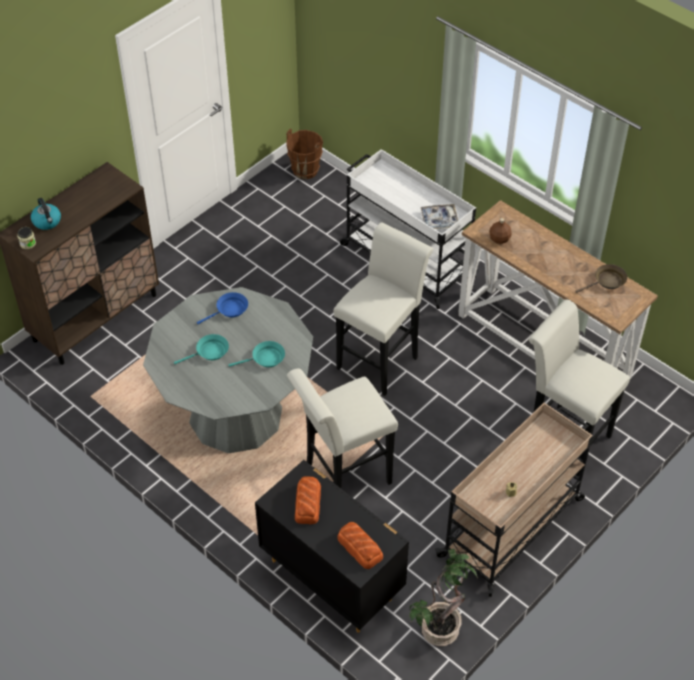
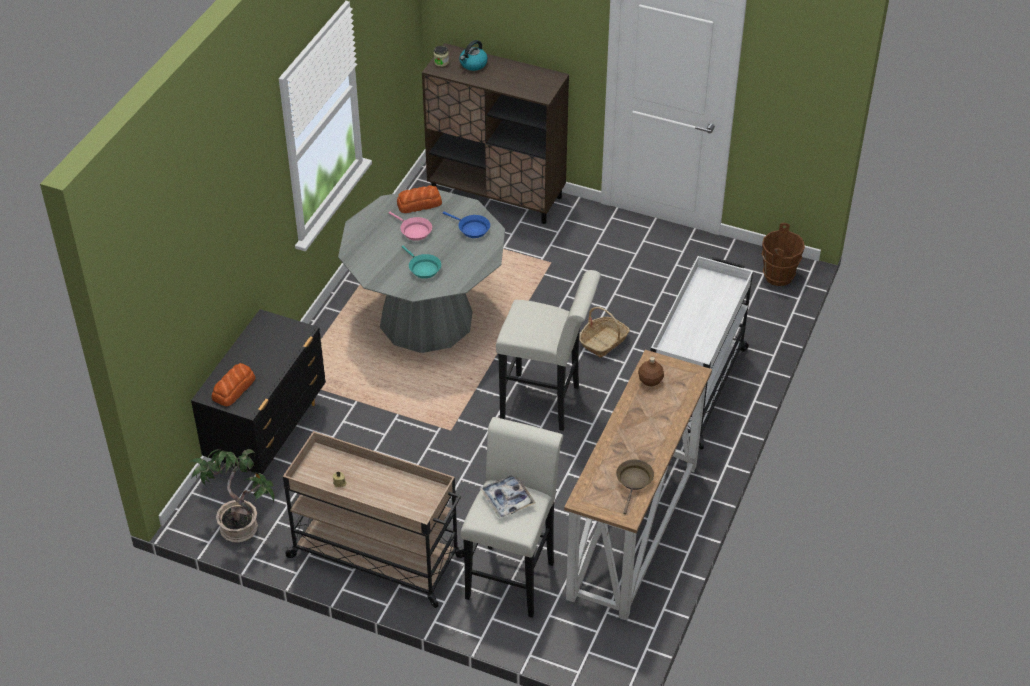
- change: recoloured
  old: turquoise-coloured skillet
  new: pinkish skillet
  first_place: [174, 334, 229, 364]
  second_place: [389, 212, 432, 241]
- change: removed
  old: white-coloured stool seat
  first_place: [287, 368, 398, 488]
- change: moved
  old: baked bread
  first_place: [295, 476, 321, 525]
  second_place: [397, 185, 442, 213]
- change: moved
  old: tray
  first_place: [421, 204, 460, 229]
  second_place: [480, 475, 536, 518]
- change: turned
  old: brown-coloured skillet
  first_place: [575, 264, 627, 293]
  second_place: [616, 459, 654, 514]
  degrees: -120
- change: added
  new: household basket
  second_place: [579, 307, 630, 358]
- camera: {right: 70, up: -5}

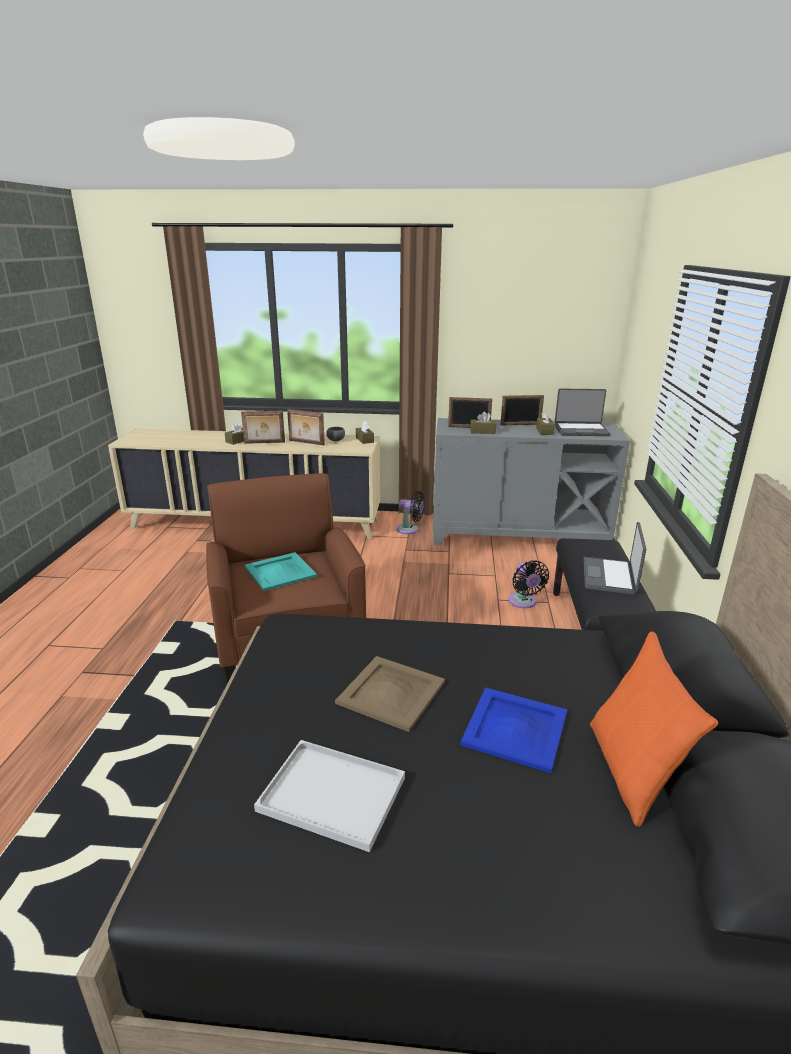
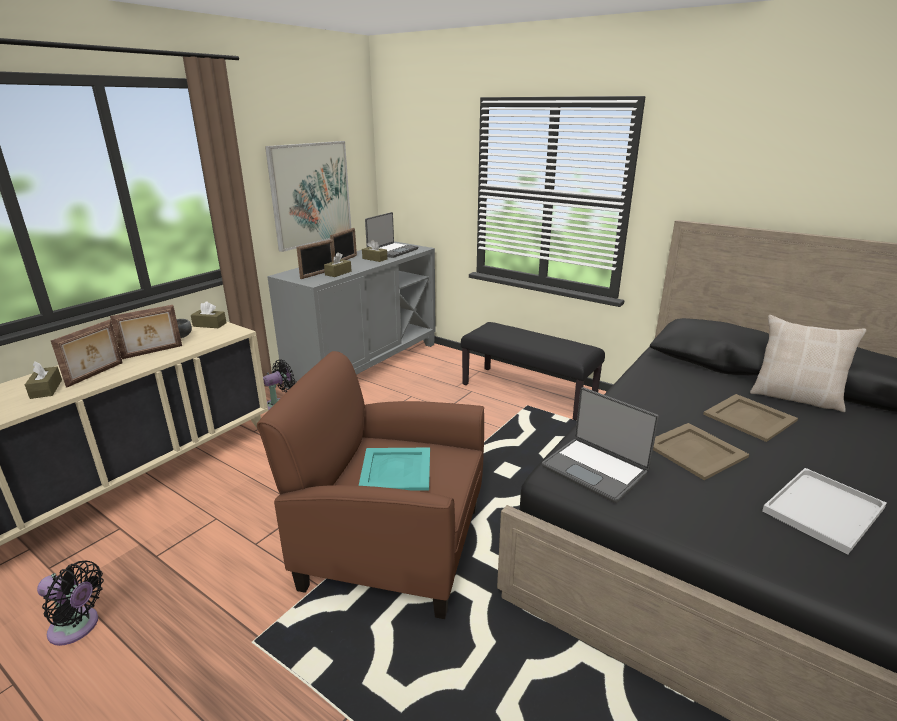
- change: recoloured
  old: blue tray
  new: sand-coloured tray
  first_place: [460, 687, 567, 773]
  second_place: [703, 394, 798, 442]
- change: moved
  old: black cooling fan
  first_place: [508, 560, 549, 608]
  second_place: [37, 561, 104, 646]
- change: moved
  old: notebook computer
  first_place: [584, 522, 646, 595]
  second_place: [542, 387, 659, 503]
- change: recoloured
  old: orange-coloured cushion
  new: sand-coloured cushion
  first_place: [590, 631, 718, 827]
  second_place: [750, 315, 867, 412]
- change: added
  new: wall art
  second_place: [265, 141, 351, 252]
- camera: {right: -60, up: 0}

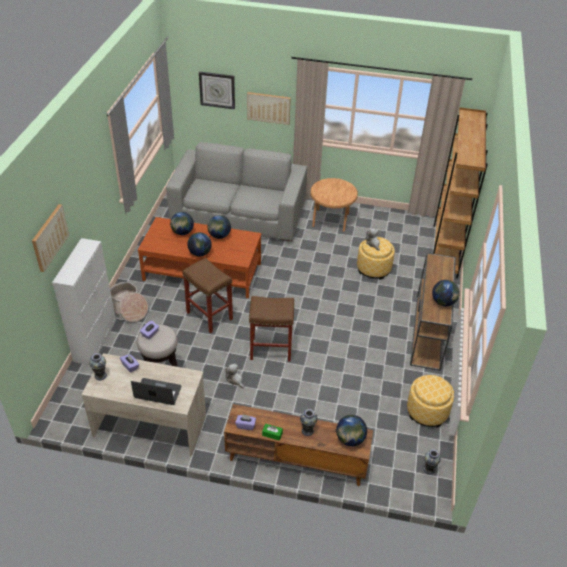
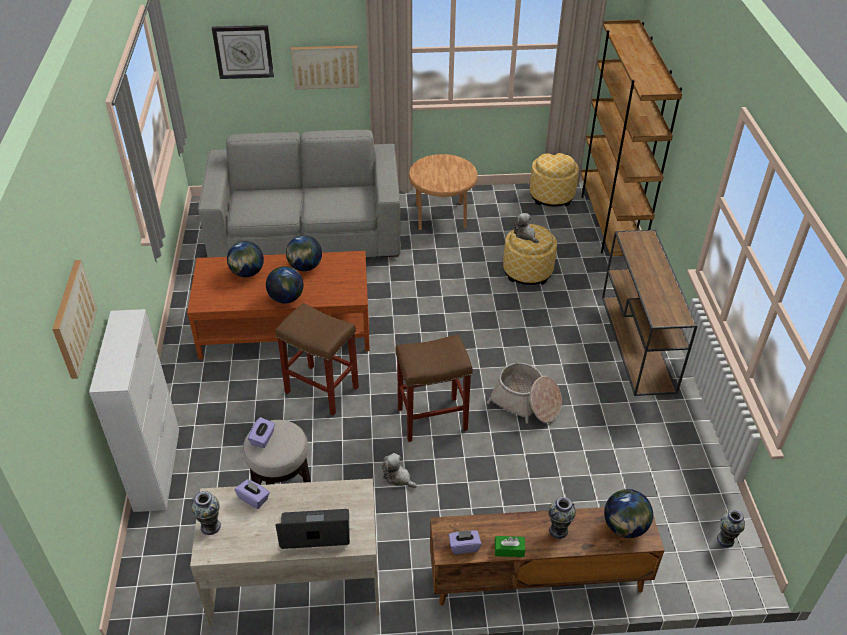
- change: moved
  old: household basket
  first_place: [110, 282, 148, 322]
  second_place: [487, 362, 562, 424]
- change: moved
  old: ottoman
  first_place: [407, 375, 454, 428]
  second_place: [530, 153, 579, 207]
- change: removed
  old: globe
  first_place: [432, 280, 460, 306]
- camera: {right: -15, up: 0}

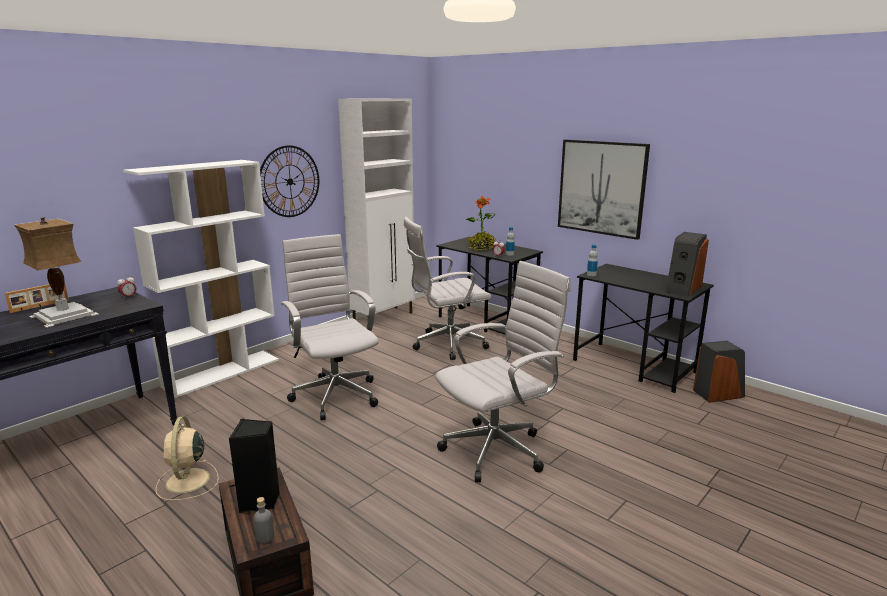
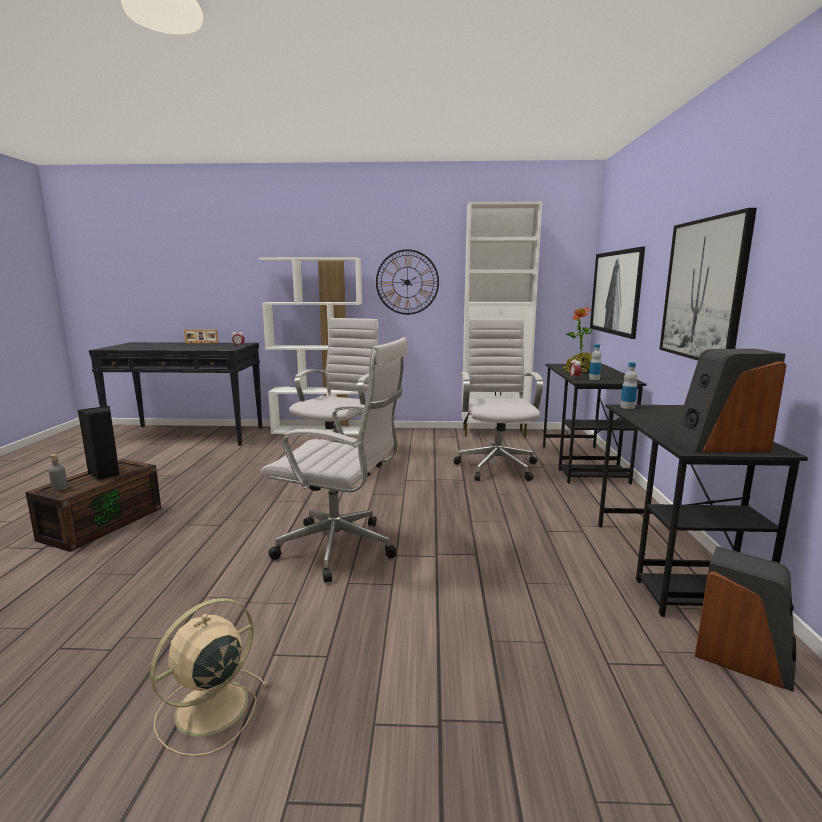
- change: removed
  old: tabletop lamp
  first_place: [14, 217, 99, 328]
- change: moved
  old: sand-coloured cooling fan
  first_place: [156, 416, 219, 500]
  second_place: [150, 598, 269, 757]
- change: turned
  old: white-coloured office chair
  first_place: [403, 217, 491, 360]
  second_place: [453, 318, 543, 481]
  degrees: 60
- change: added
  new: wall art
  second_place: [590, 246, 645, 339]
- camera: {right: 50, up: -5}

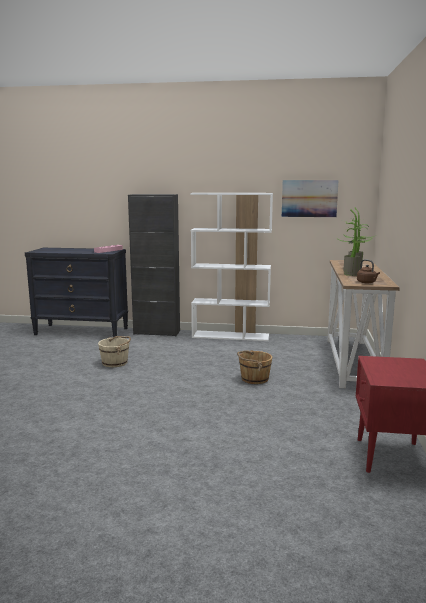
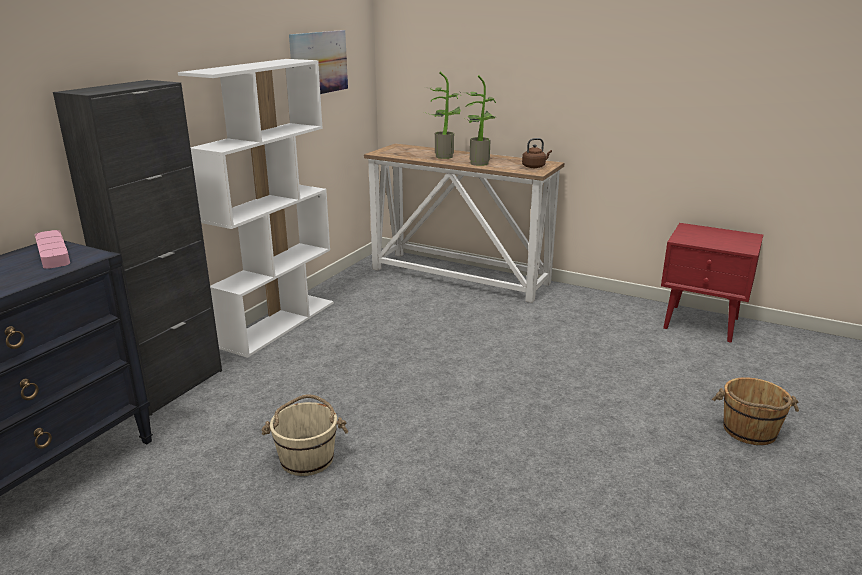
- change: moved
  old: brown-coloured bucket
  first_place: [237, 350, 272, 384]
  second_place: [712, 377, 799, 445]
- camera: {right: -70, up: 10}

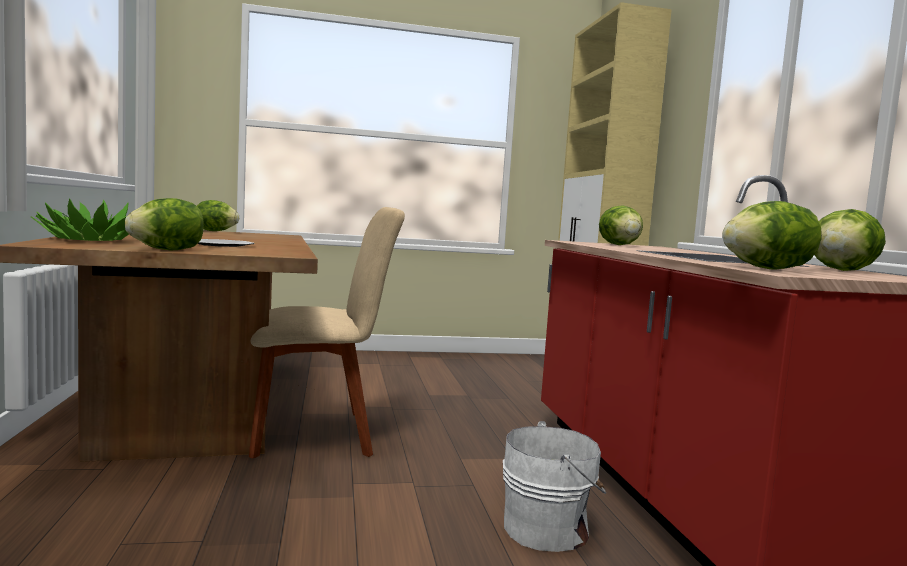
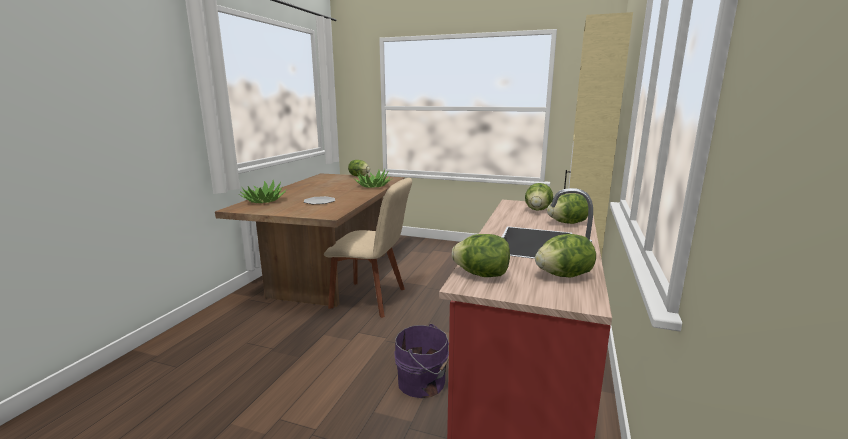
- change: moved
  old: lettuce
  first_place: [125, 198, 204, 250]
  second_place: [547, 194, 588, 224]
- change: recoloured
  old: white-coloured bucket
  new: purple-coloured bucket
  first_place: [503, 421, 606, 552]
  second_place: [394, 324, 449, 398]
- change: added
  new: plant in a pot
  second_place: [353, 169, 391, 188]
- camera: {right: 30, up: 10}

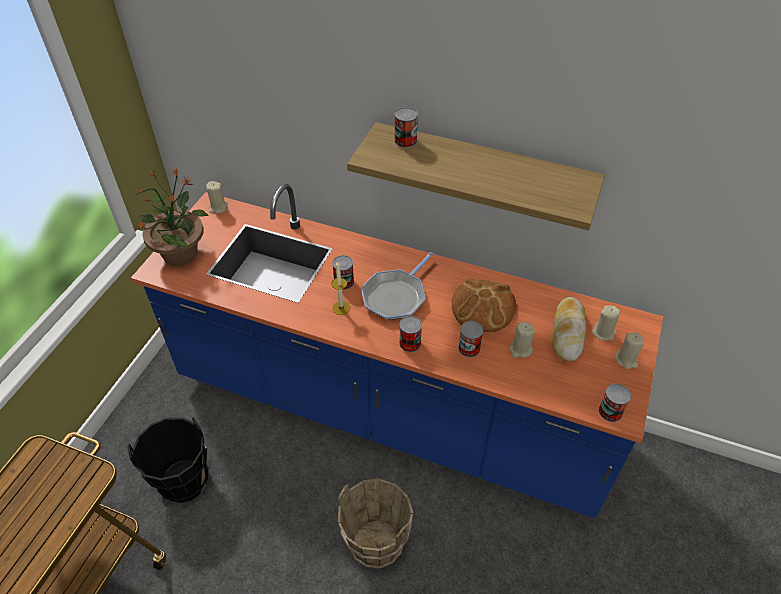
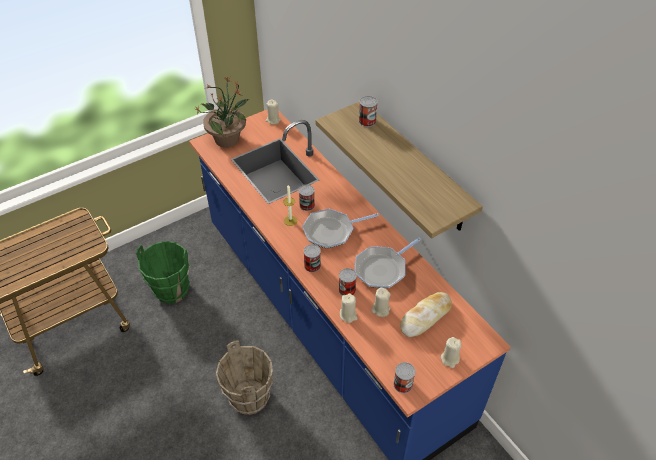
- change: recoloured
  old: black bucket
  new: green-coloured bucket
  first_place: [128, 417, 208, 503]
  second_place: [136, 241, 190, 304]
- change: replaced
  old: baked bread
  new: skillet
  first_place: [451, 278, 516, 332]
  second_place: [355, 237, 421, 288]
- change: moved
  old: sand-coloured candle
  first_place: [592, 305, 620, 341]
  second_place: [340, 293, 358, 323]
- camera: {right: 35, up: 0}

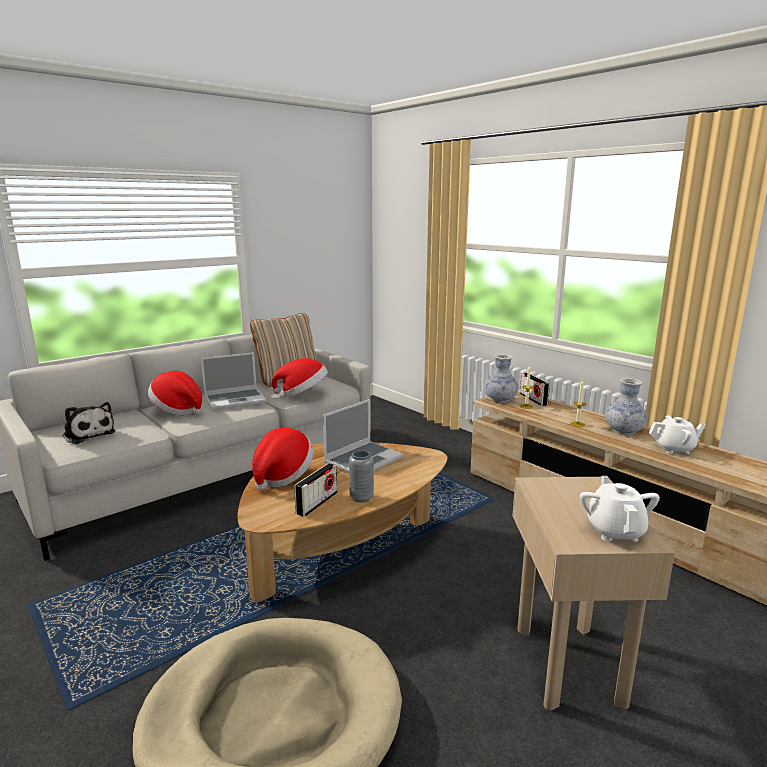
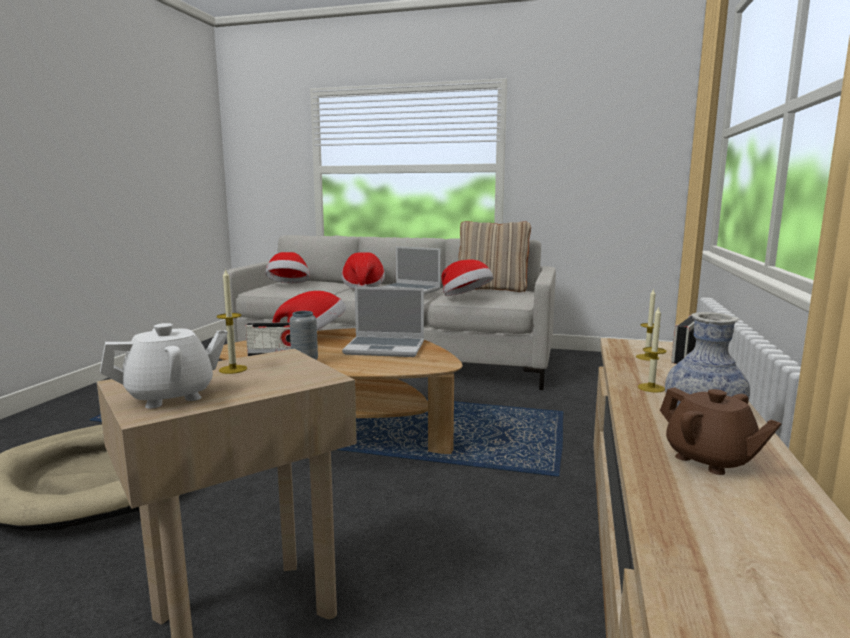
- change: replaced
  old: cuddly toy
  new: clothing hat
  first_place: [62, 402, 115, 444]
  second_place: [266, 252, 310, 283]
- change: removed
  old: decorative vase
  first_place: [484, 354, 518, 402]
- change: recoloured
  old: white-coloured teapot
  new: brown-coloured teapot
  first_place: [649, 415, 706, 454]
  second_place: [660, 387, 782, 475]
- change: added
  new: candle
  second_place: [217, 268, 247, 374]
- camera: {right: 55, up: -5}

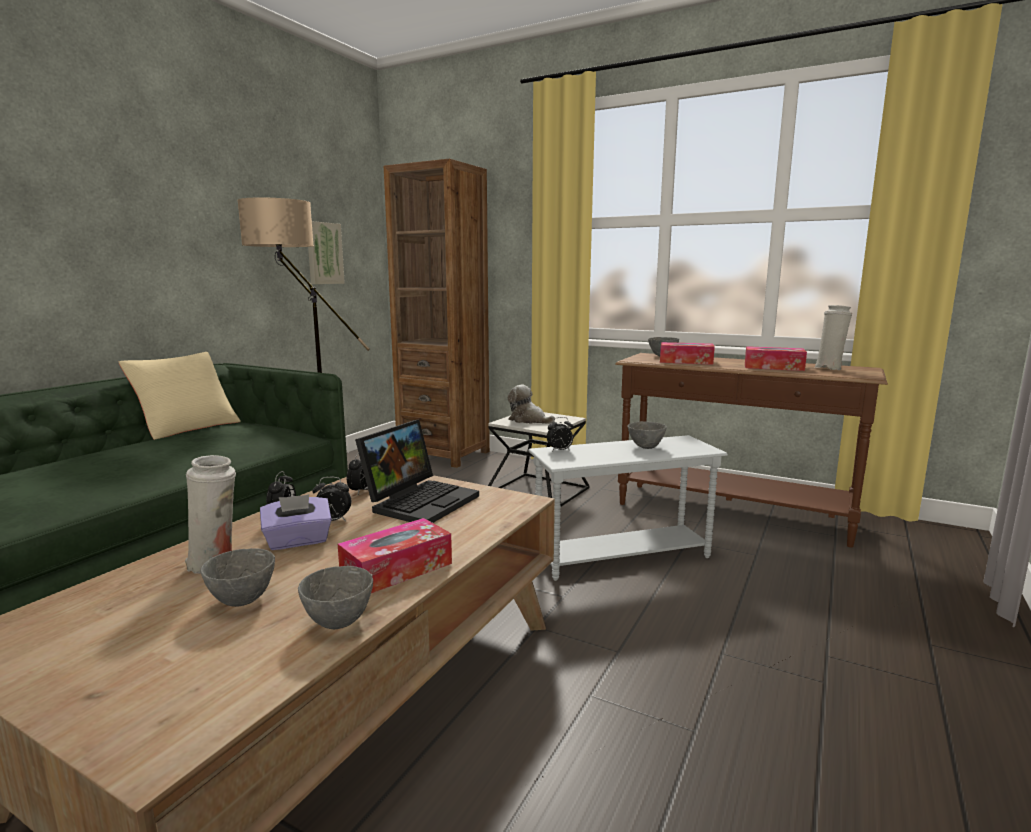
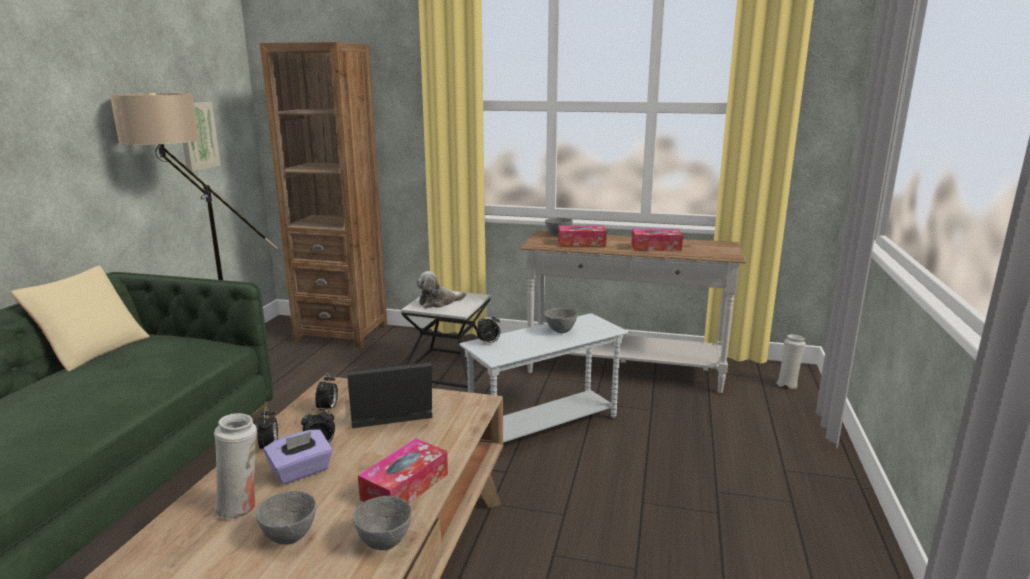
- change: turned
  old: notebook computer
  first_place: [355, 420, 479, 523]
  second_place: [347, 362, 432, 428]
  degrees: -120
- change: turned
  old: cuddly toy
  first_place: [508, 385, 555, 424]
  second_place: [416, 271, 466, 308]
  degrees: -45
- change: recoloured
  old: brown-coloured console table
  new: white-coloured console table
  first_place: [615, 353, 888, 547]
  second_place: [520, 231, 746, 393]
- change: moved
  old: white-coloured decorative vase
  first_place: [815, 305, 852, 370]
  second_place: [776, 335, 806, 389]
- camera: {right: -15, up: 5}

